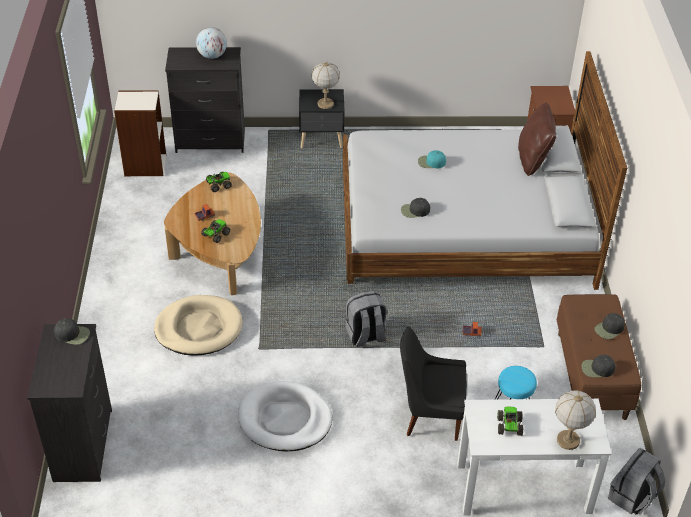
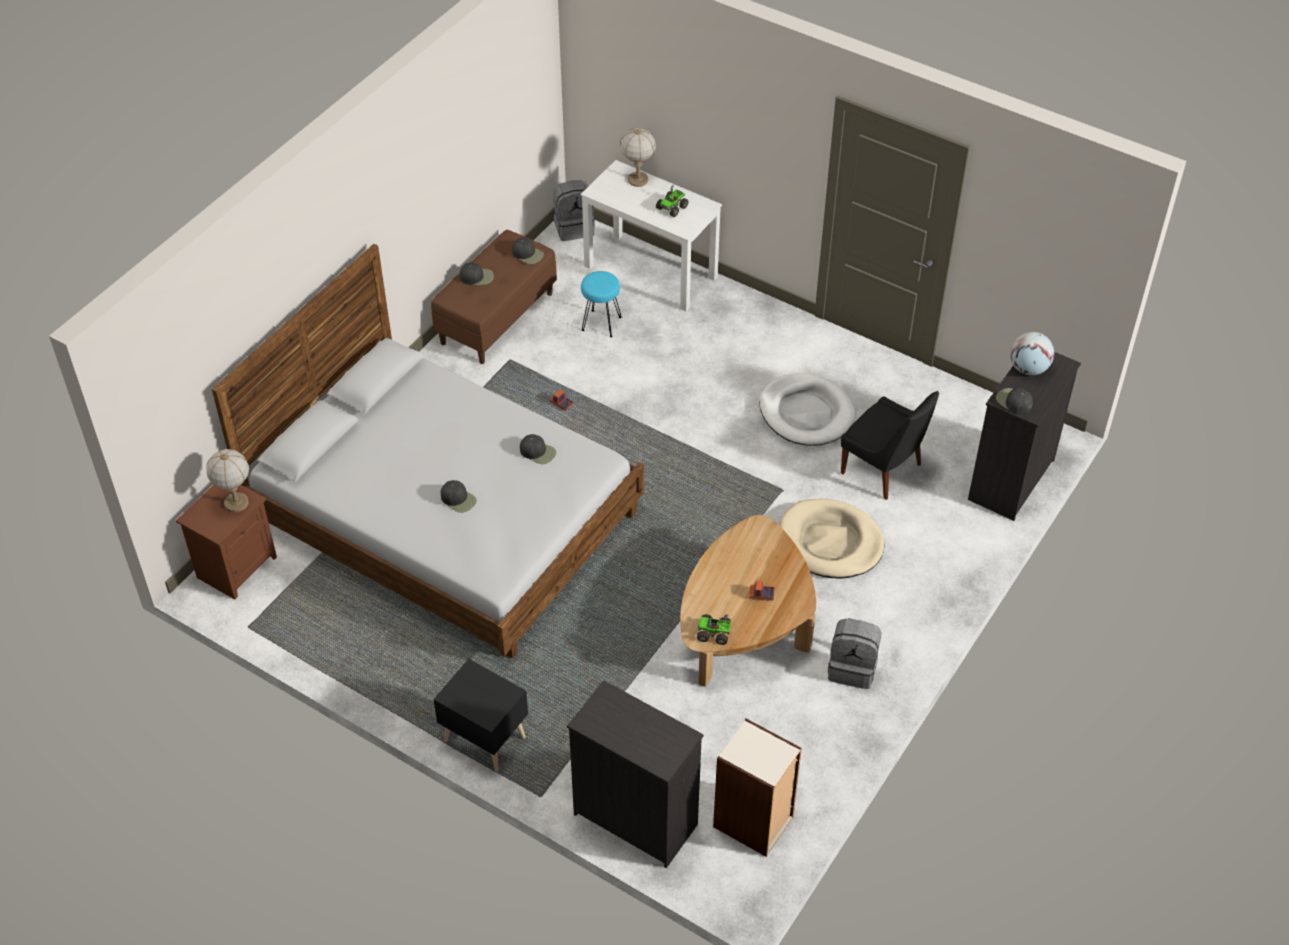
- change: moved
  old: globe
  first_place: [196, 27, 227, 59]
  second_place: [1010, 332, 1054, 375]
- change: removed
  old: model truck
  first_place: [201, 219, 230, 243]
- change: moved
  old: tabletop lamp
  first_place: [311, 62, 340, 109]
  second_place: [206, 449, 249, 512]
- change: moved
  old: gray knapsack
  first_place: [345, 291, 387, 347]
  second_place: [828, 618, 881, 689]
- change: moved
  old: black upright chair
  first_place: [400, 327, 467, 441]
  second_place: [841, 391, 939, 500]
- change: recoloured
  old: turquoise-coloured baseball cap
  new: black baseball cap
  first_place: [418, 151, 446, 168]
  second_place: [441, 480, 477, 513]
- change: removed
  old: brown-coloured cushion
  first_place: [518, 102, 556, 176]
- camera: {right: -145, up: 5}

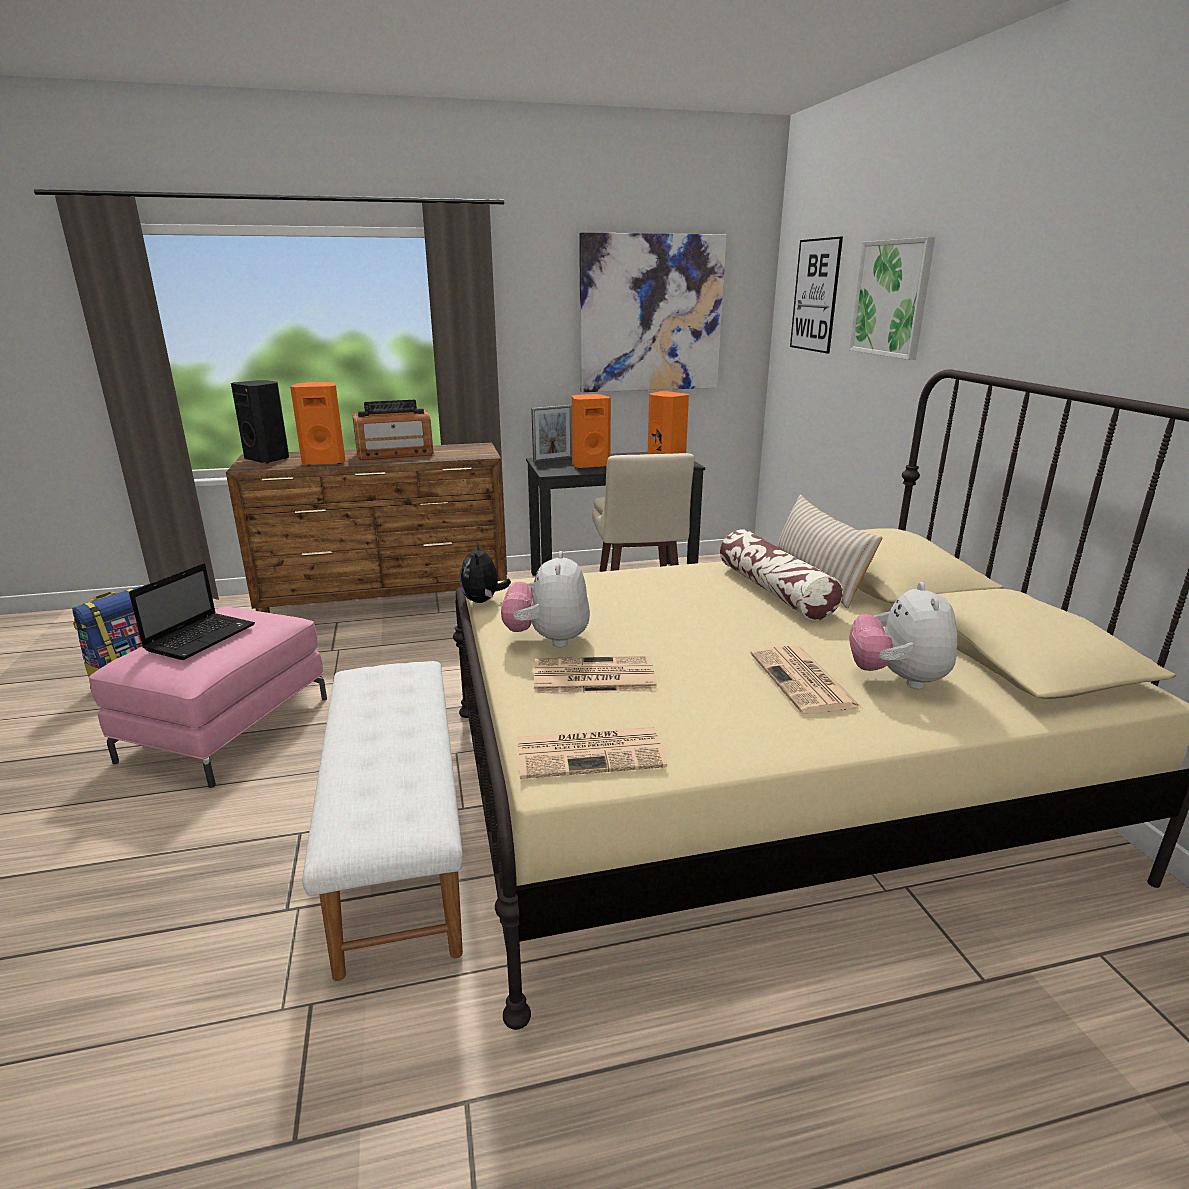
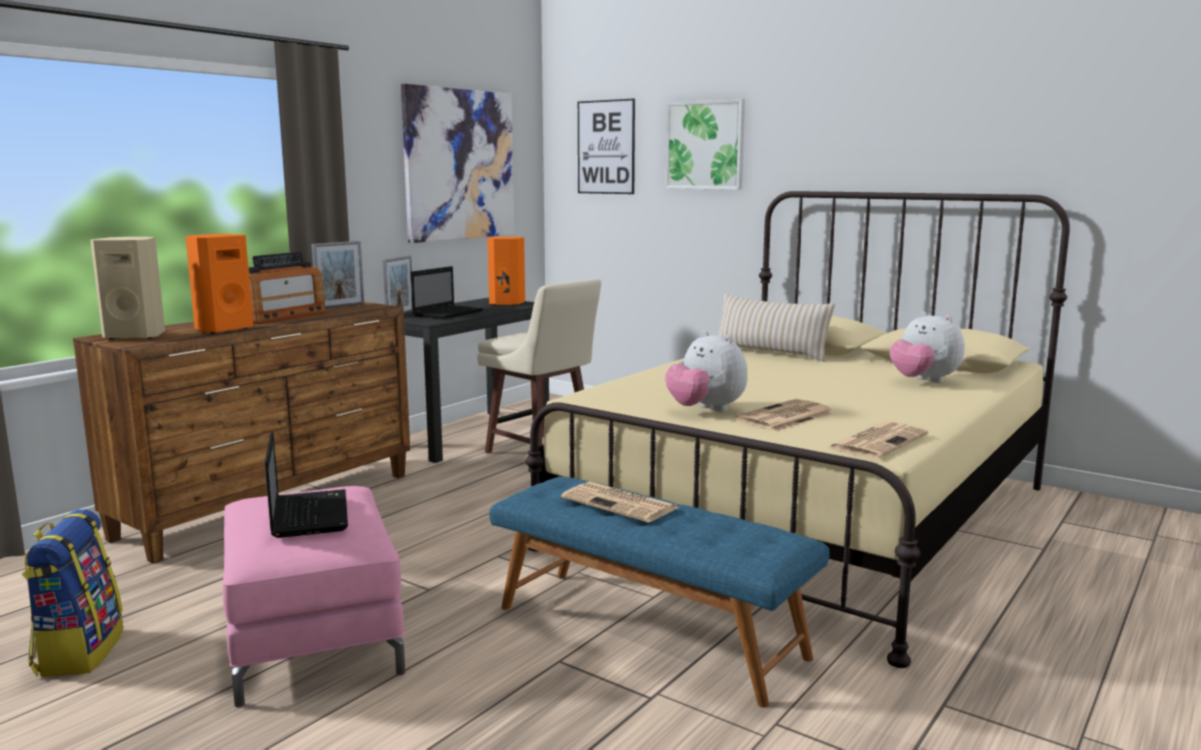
- change: recoloured
  old: black speaker
  new: sand-coloured speaker
  first_place: [231, 380, 289, 464]
  second_place: [90, 237, 165, 339]
- change: recoloured
  old: white-coloured bench
  new: blue bench
  first_place: [302, 661, 463, 981]
  second_place: [489, 476, 830, 708]
- change: removed
  old: cuddly toy
  first_place: [460, 541, 511, 603]
- change: replaced
  old: orange-coloured speaker
  new: notebook computer
  first_place: [571, 394, 611, 469]
  second_place: [411, 266, 483, 319]
- change: removed
  old: cushion
  first_place: [720, 530, 843, 620]
- change: moved
  old: printed paper
  first_place: [750, 646, 862, 714]
  second_place: [561, 481, 679, 523]
- change: added
  new: photo frame
  second_place: [312, 241, 364, 309]
- camera: {right: -40, up: -10}

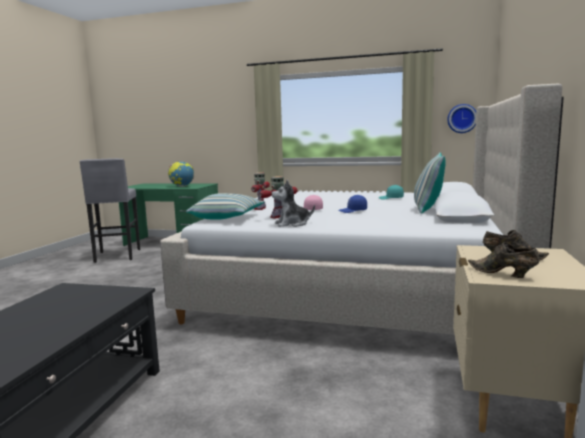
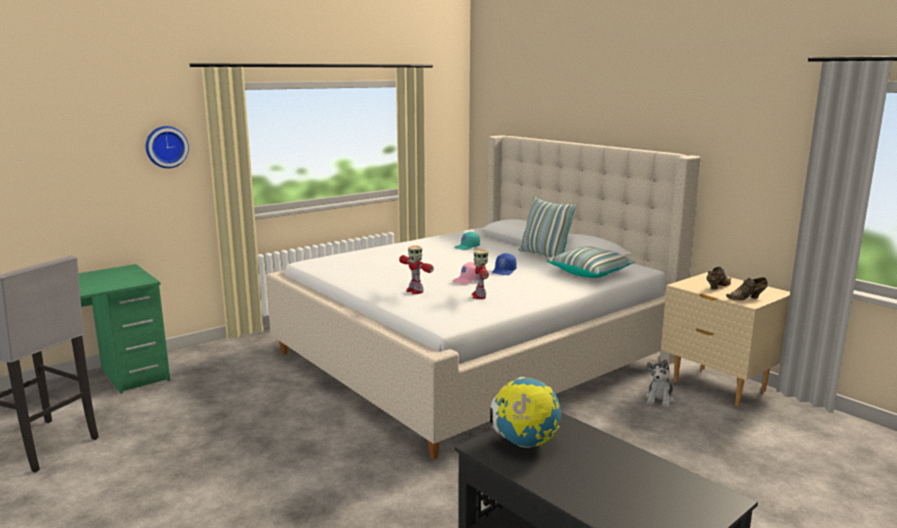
- change: moved
  old: globe
  first_place: [168, 162, 194, 187]
  second_place: [490, 377, 561, 448]
- change: moved
  old: cushion
  first_place: [186, 193, 264, 220]
  second_place: [547, 246, 636, 278]
- change: moved
  old: cuddly toy
  first_place: [272, 180, 315, 227]
  second_place: [645, 359, 675, 407]
- change: moved
  old: clock on the wall
  first_place: [447, 104, 476, 133]
  second_place: [146, 126, 189, 168]
- camera: {right: -55, up: 5}

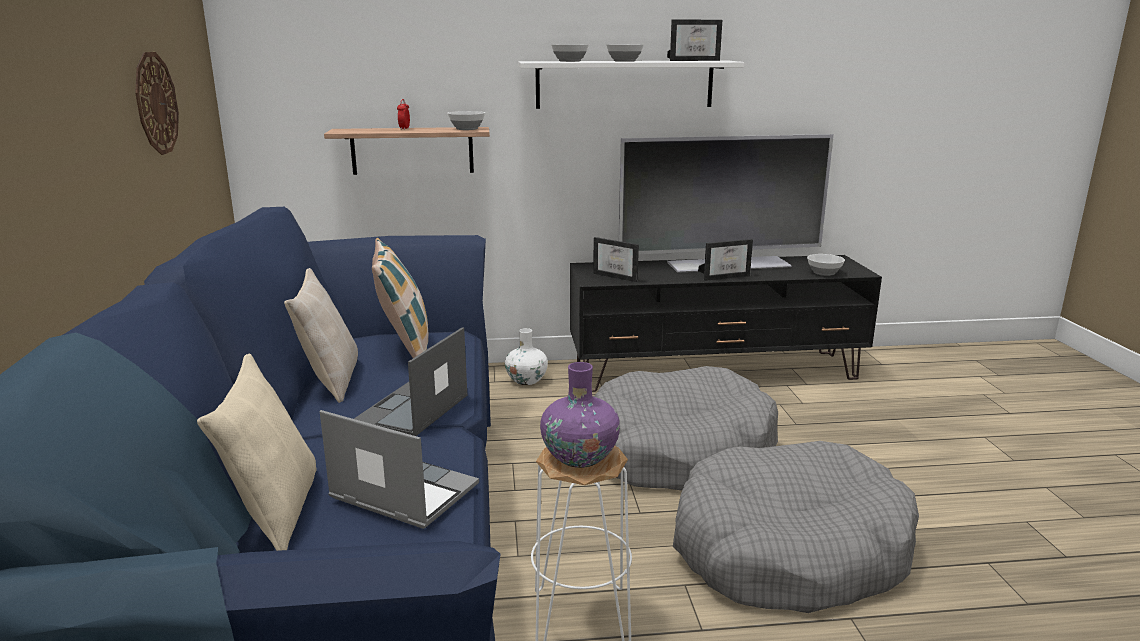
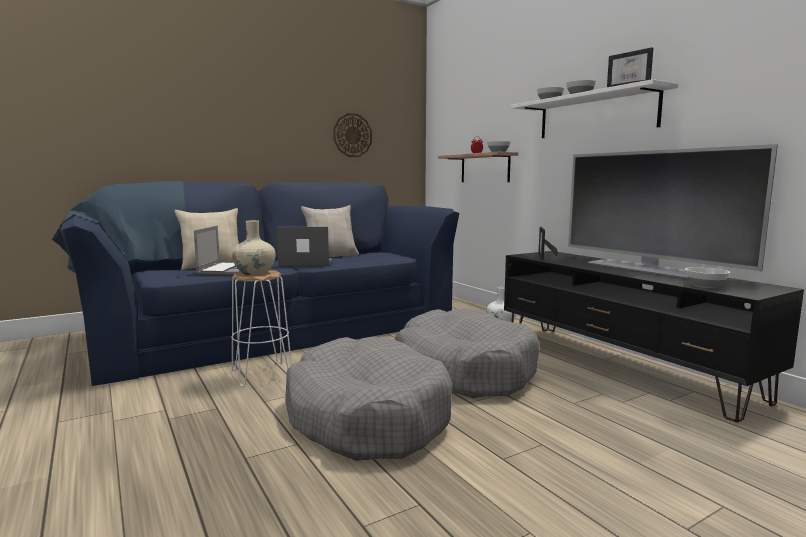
- change: removed
  old: cushion
  first_place: [372, 238, 428, 358]
- change: recoloured
  old: purple-coloured decorative vase
  new: sand-coloured decorative vase
  first_place: [540, 362, 620, 468]
  second_place: [232, 220, 276, 275]
- change: removed
  old: photo frame
  first_place: [698, 239, 753, 281]
- camera: {right: 65, up: -10}

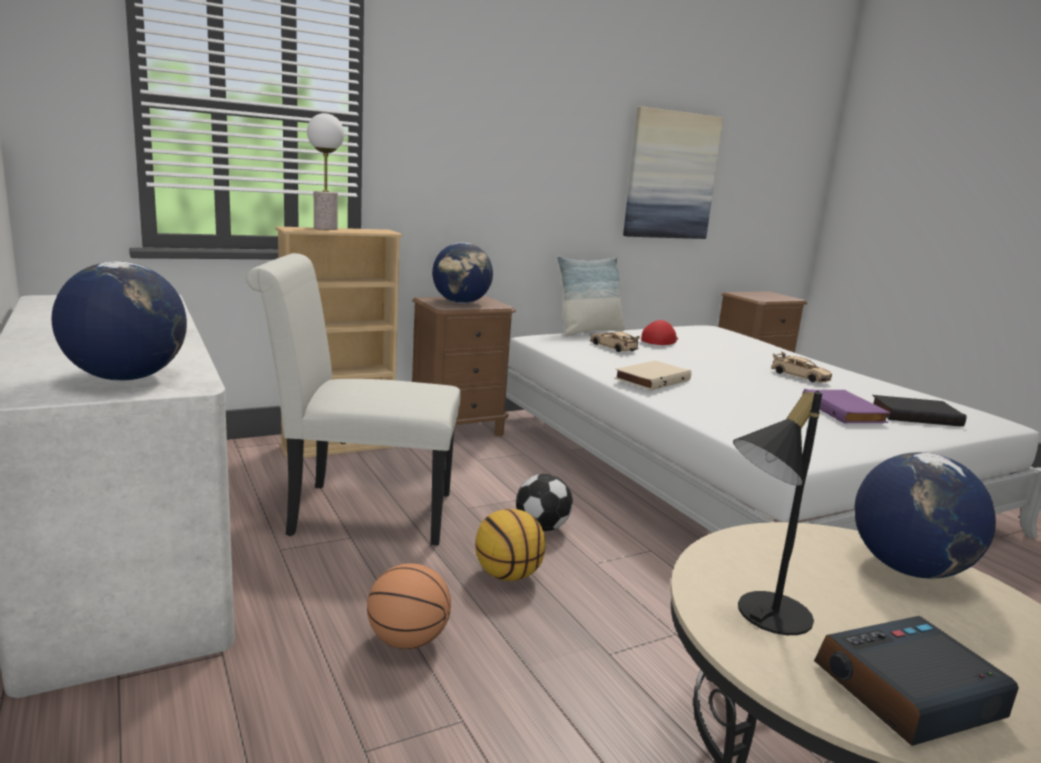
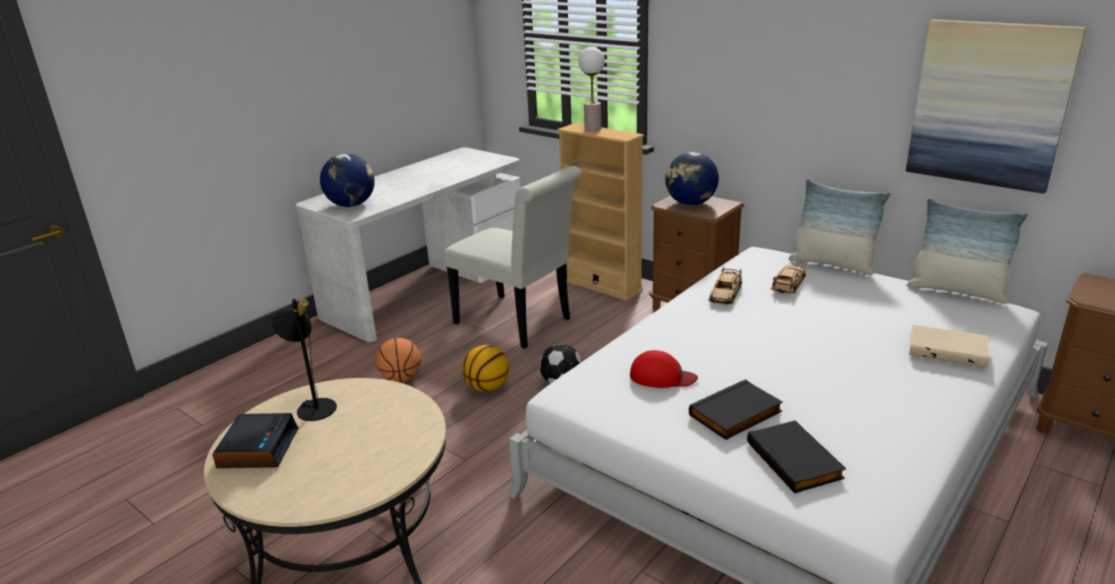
- change: turned
  old: white-coloured upright chair
  first_place: [246, 253, 461, 545]
  second_place: [443, 166, 582, 349]
  degrees: 150
- change: moved
  old: sand-coloured bound book
  first_place: [614, 360, 691, 390]
  second_place: [909, 324, 990, 368]
- change: moved
  old: red baseball cap
  first_place: [641, 320, 678, 345]
  second_place: [630, 350, 698, 388]
- change: moved
  old: sand-coloured toy car
  first_place: [771, 351, 832, 383]
  second_place: [708, 266, 743, 305]
- change: recoloured
  old: purple-coloured bound book
  new: black bound book
  first_place: [802, 389, 891, 424]
  second_place: [689, 379, 783, 440]
- change: turned
  old: bedside clock
  first_place: [814, 616, 1019, 746]
  second_place: [212, 413, 298, 468]
  degrees: 45
- change: removed
  old: globe
  first_place: [855, 452, 996, 579]
- change: added
  new: cushion
  second_place: [906, 198, 1028, 304]
- camera: {right: 70, up: 10}

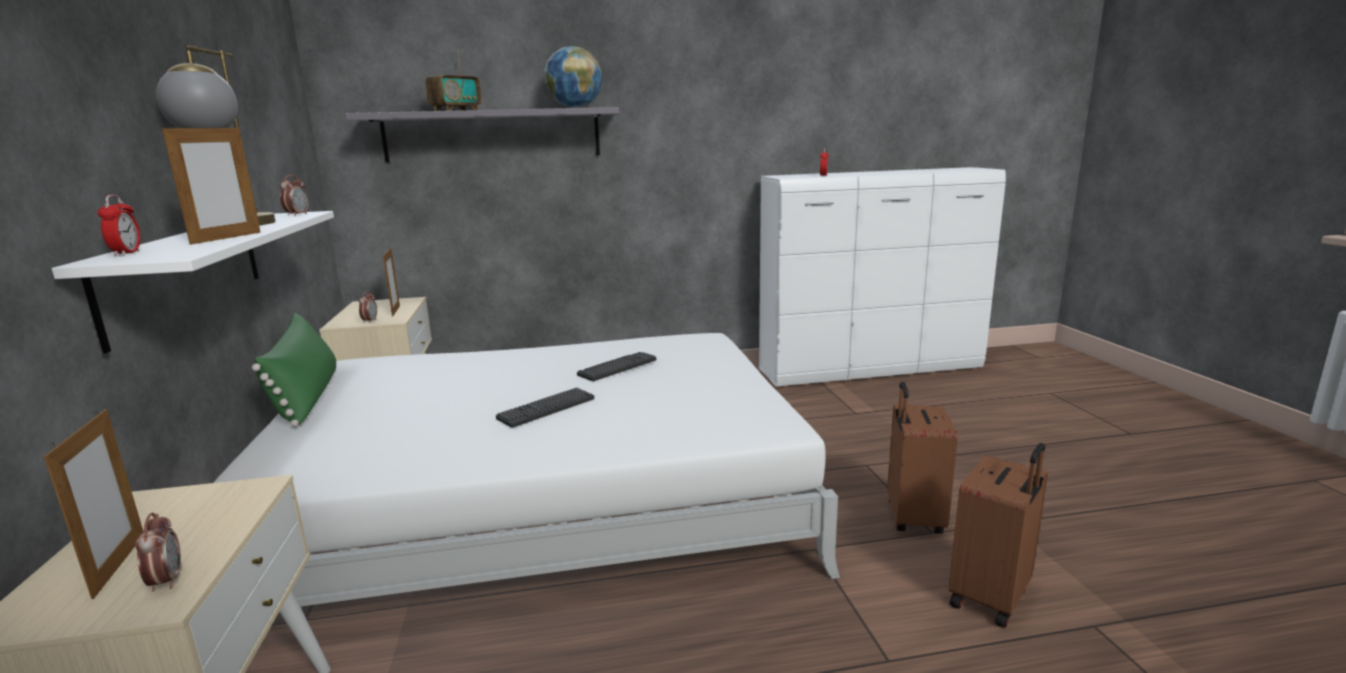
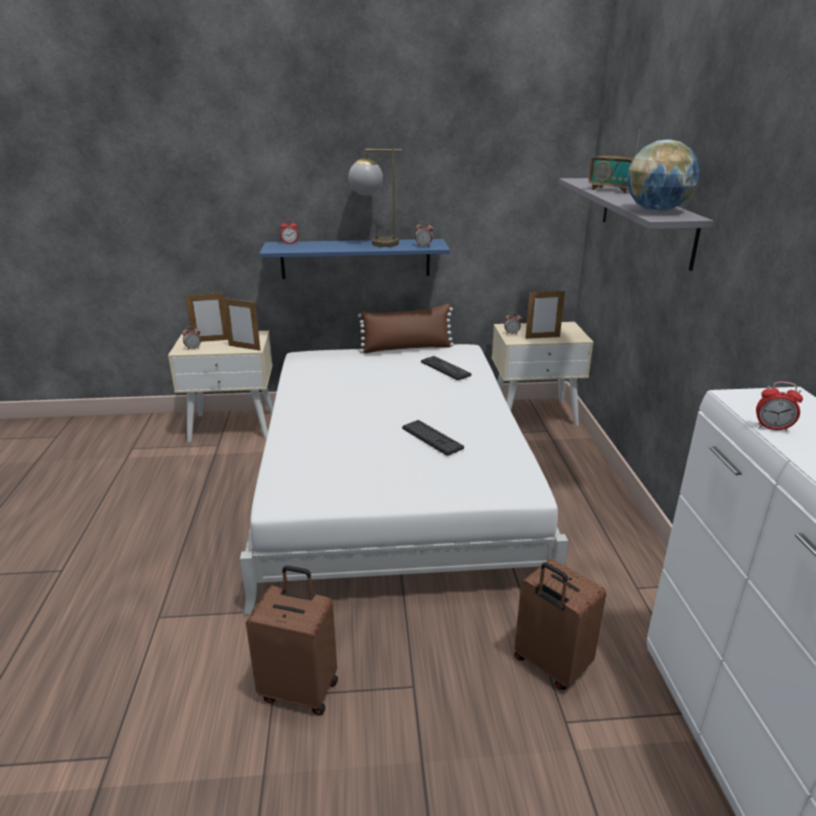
- change: recoloured
  old: white-coloured shelf
  new: blue shelf
  first_place: [52, 211, 334, 354]
  second_place: [259, 239, 450, 279]
- change: moved
  old: photo frame
  first_place: [162, 124, 261, 245]
  second_place: [222, 298, 260, 351]
- change: recoloured
  old: green-coloured cushion
  new: brown-coloured cushion
  first_place: [252, 313, 336, 427]
  second_place: [358, 304, 454, 354]
- change: moved
  old: PC keyboard
  first_place: [496, 388, 594, 428]
  second_place: [421, 356, 471, 380]
- change: moved
  old: brown-coloured travel case
  first_place: [949, 443, 1048, 628]
  second_place: [514, 559, 606, 690]
- camera: {right: 95, up: 10}

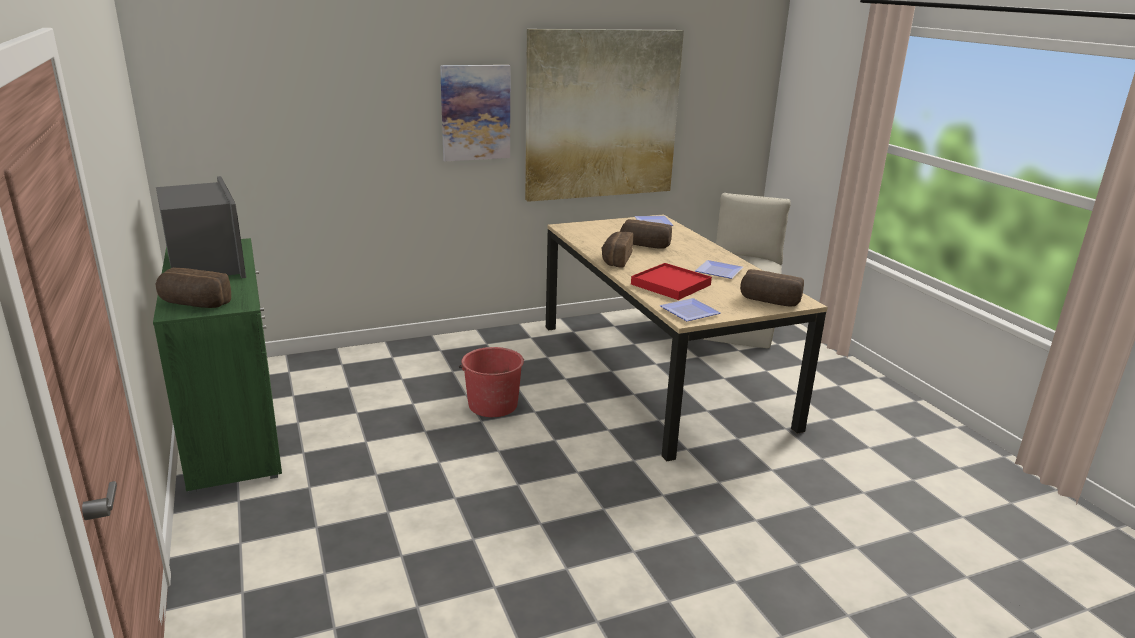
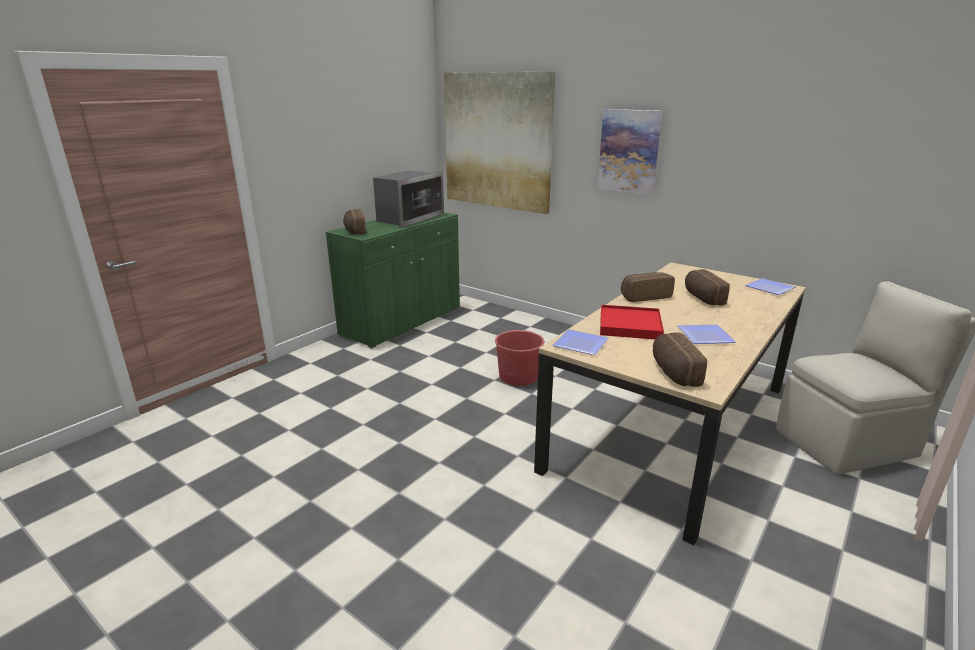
- change: moved
  old: wall art
  first_place: [525, 29, 684, 202]
  second_place: [444, 72, 555, 214]
- camera: {right: 60, up: 0}

